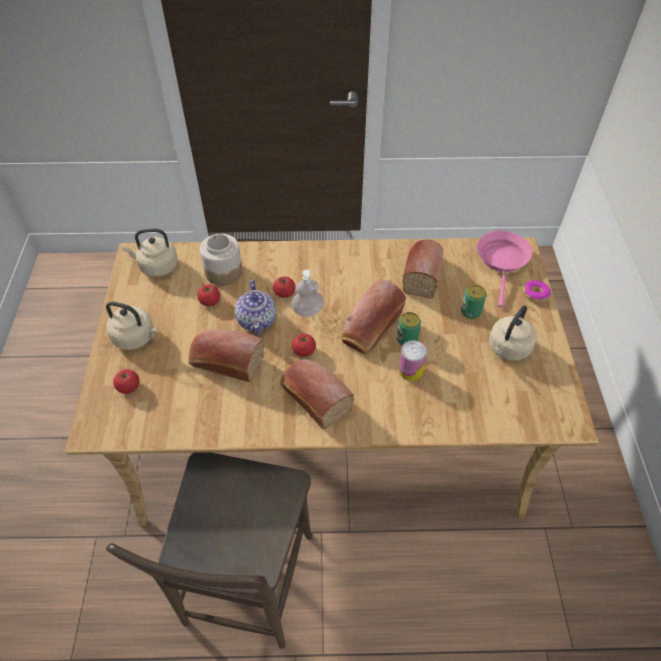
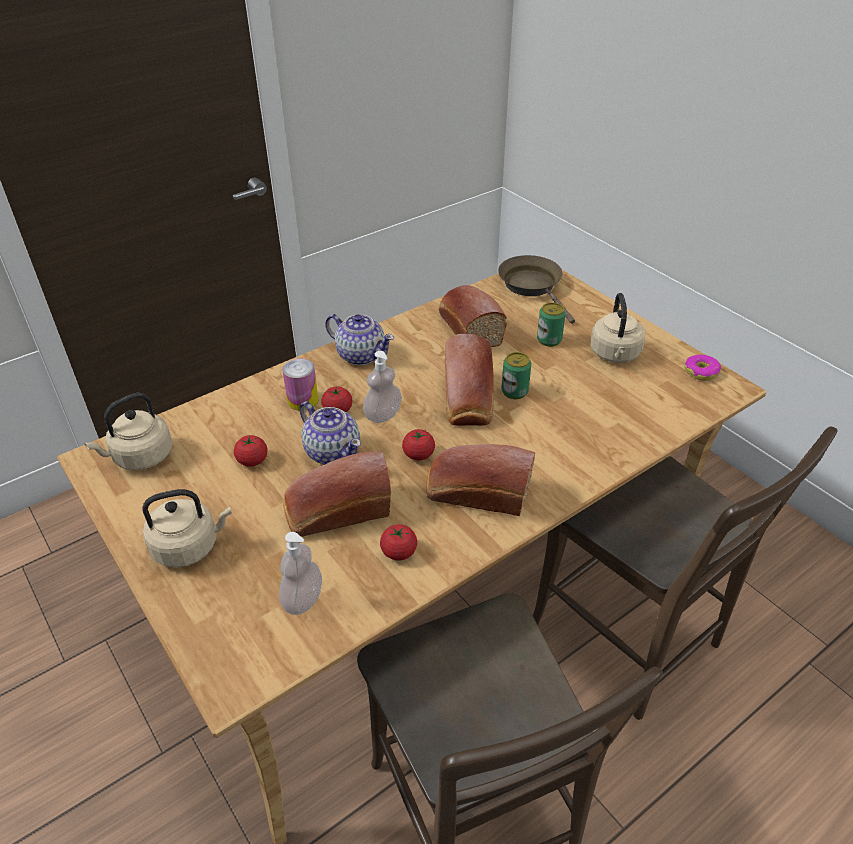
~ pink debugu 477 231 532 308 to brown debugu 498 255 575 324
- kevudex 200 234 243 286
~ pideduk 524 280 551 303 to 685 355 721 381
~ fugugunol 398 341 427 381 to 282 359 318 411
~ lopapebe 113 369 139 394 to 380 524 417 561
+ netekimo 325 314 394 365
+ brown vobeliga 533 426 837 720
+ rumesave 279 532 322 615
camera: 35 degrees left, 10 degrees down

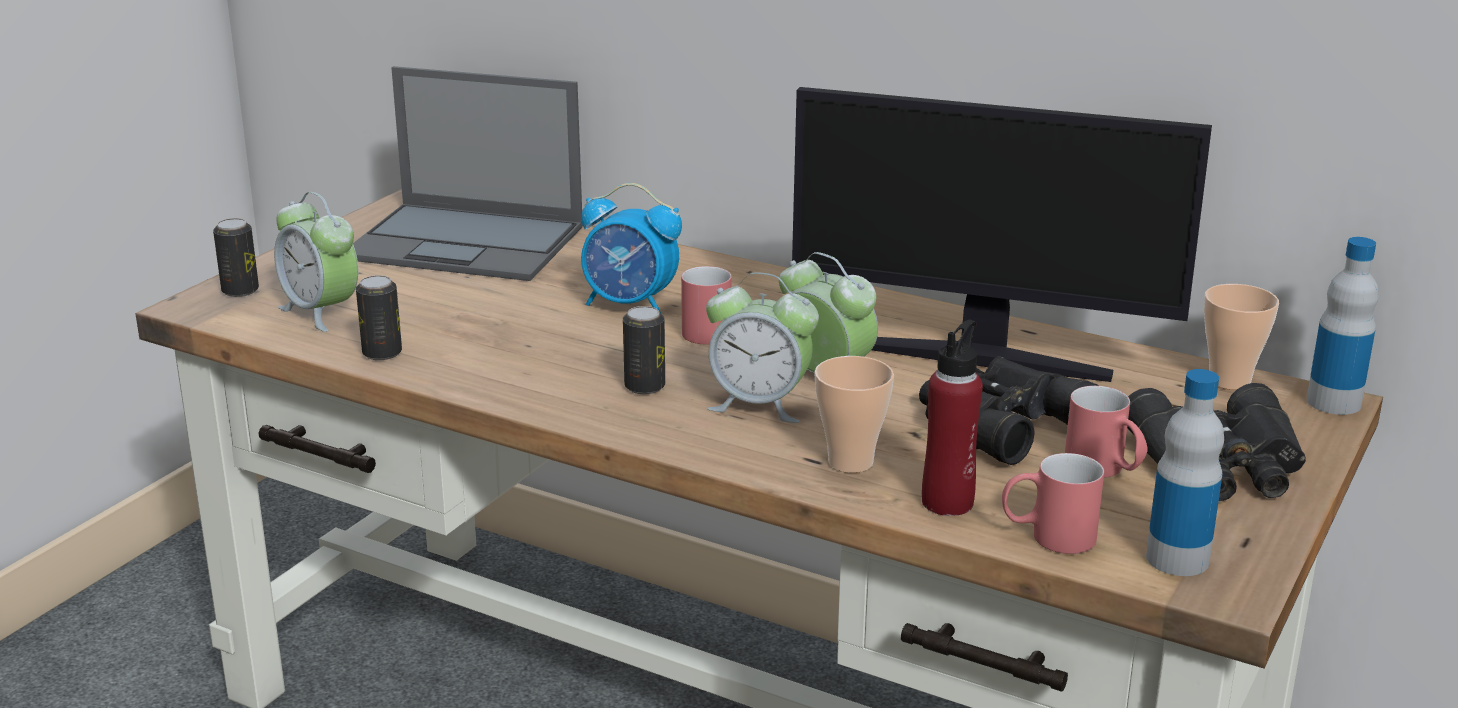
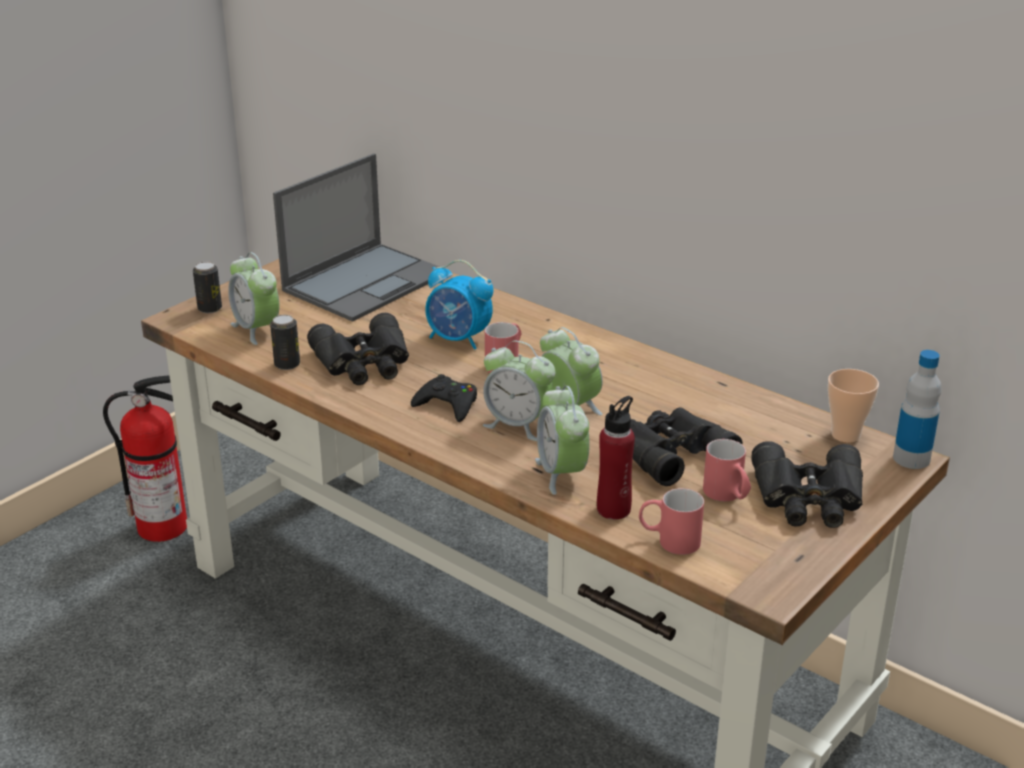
~ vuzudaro 353 66 583 281 = 273 153 439 322 75 degrees counterclockwise
- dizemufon 792 87 1212 382
~ fugugunol 623 306 665 394 to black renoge 411 374 477 422
~ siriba 814 356 894 473 to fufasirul 535 386 590 495
- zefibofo 1146 369 1224 576
+ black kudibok 307 313 409 385
+ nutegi 103 376 187 542
camera: 10 degrees right, 5 degrees up

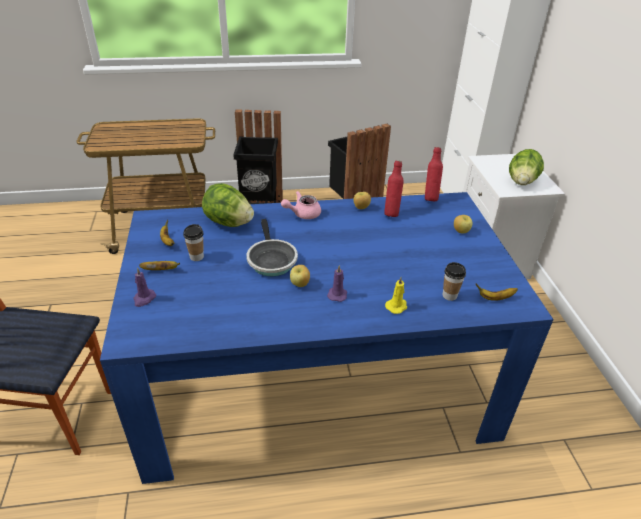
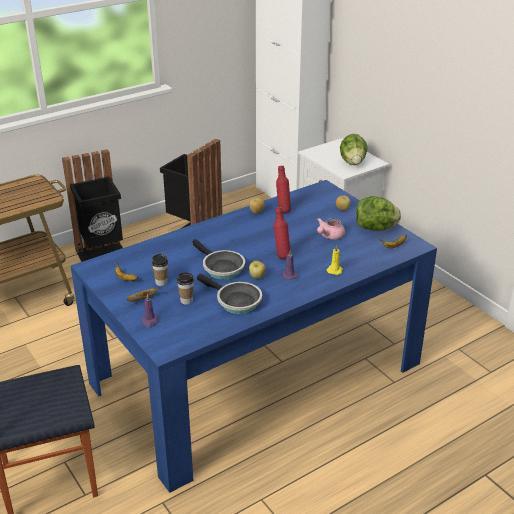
~ red zefibofo 425 147 443 201 to 274 207 290 258
~ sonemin 202 183 254 227 to 356 196 401 230
~ pink netekimo 281 191 321 219 to 317 218 345 239
~ siriba 443 262 466 301 to 177 272 194 305
+ debugu 197 273 262 314
camera: 25 degrees left, 5 degrees down

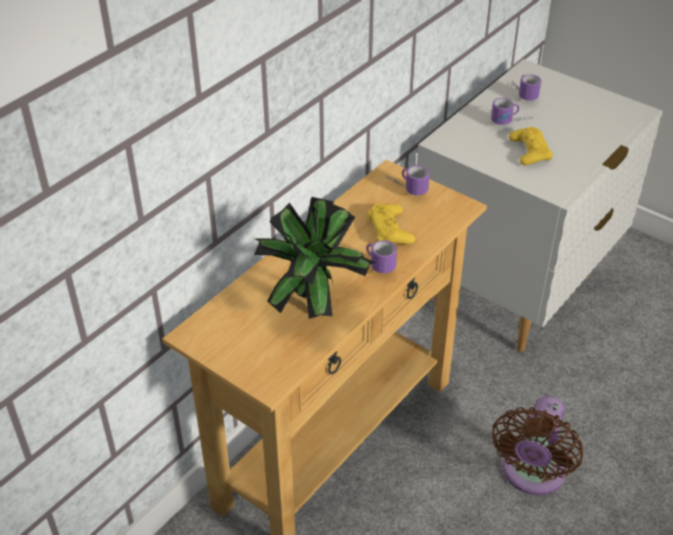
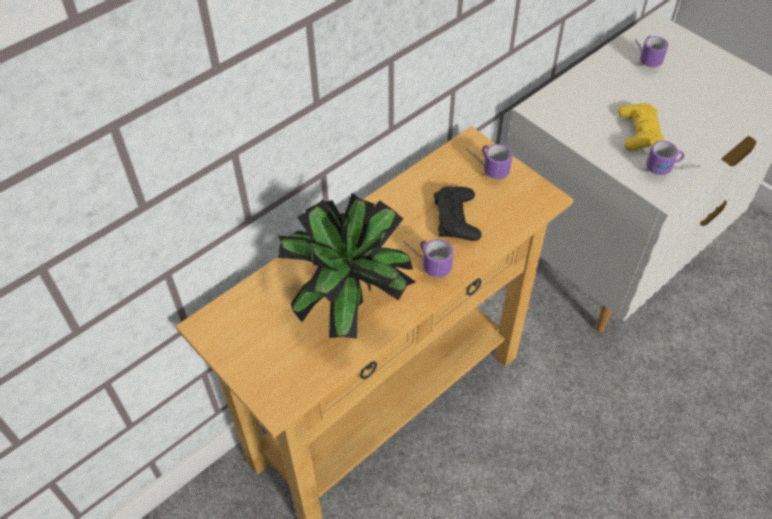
~ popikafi 491 98 534 125 to 646 141 700 175
~ yellow renoge 367 204 415 245 to black renoge 434 186 482 241
- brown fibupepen 492 396 583 495
camera: 10 degrees right, 10 degrees up

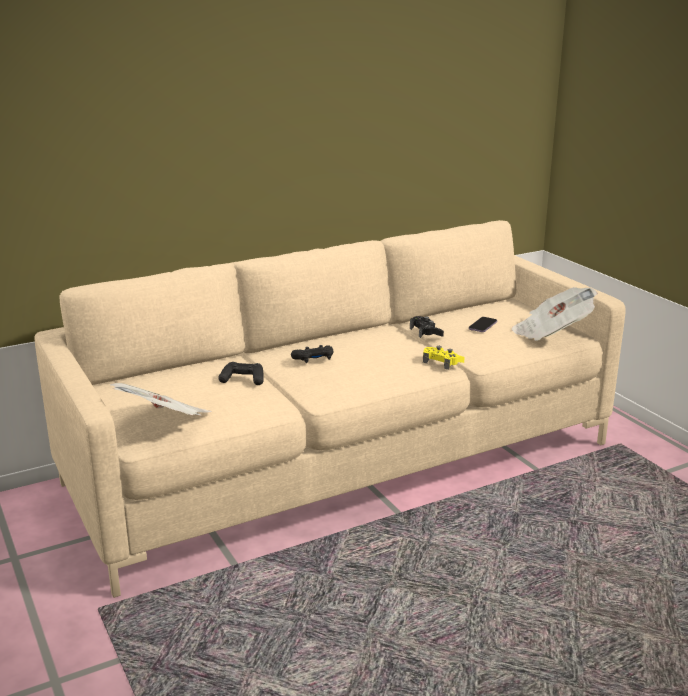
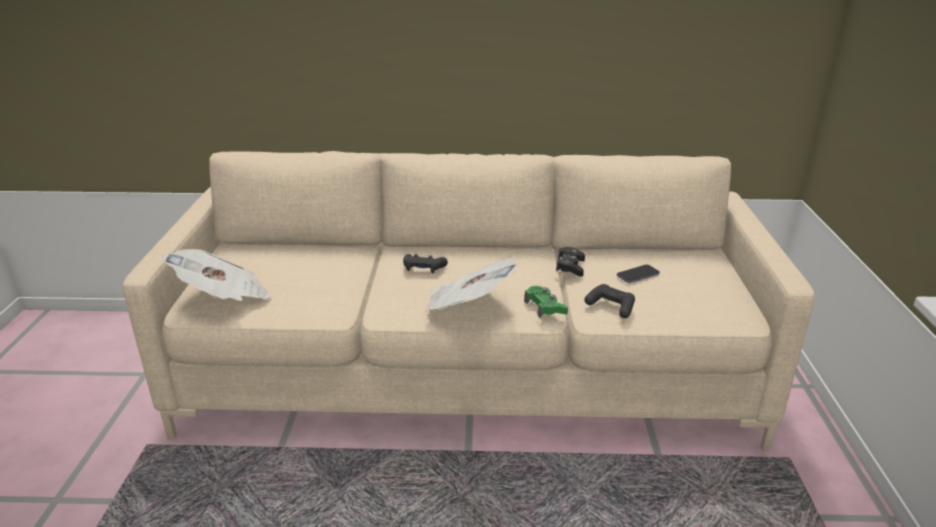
~ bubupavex 512 287 598 341 to 425 258 518 312
~ yellow renoge 423 346 464 370 to green renoge 524 286 568 318
~ black renoge 218 362 264 385 to 585 284 635 318
camera: 30 degrees right, 5 degrees up

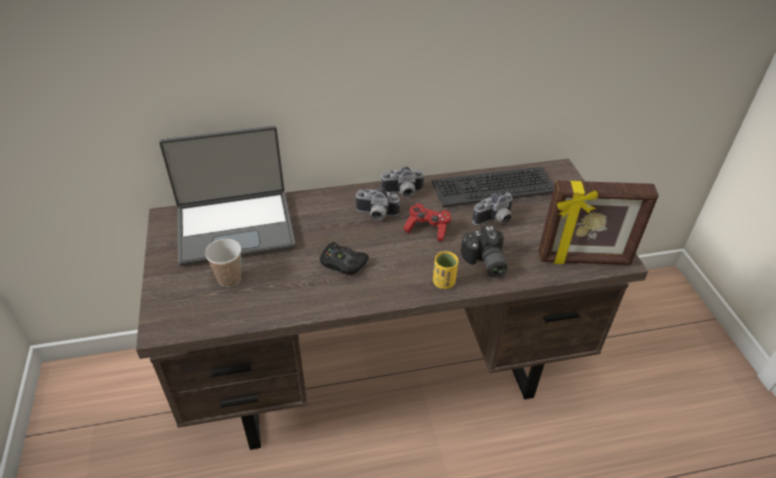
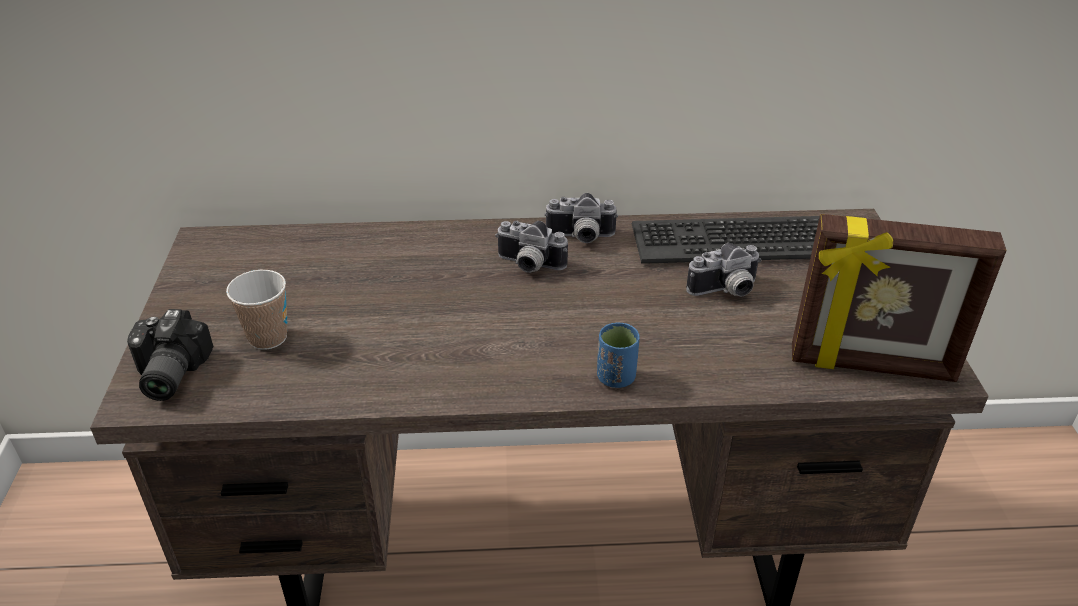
- vuzudaro 159 126 295 266
- red renoge 403 204 451 242
~ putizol 461 225 507 278 to 127 309 214 401
- black renoge 320 242 369 274
~ yellow siriba 433 251 458 289 to blue siriba 597 323 640 388
camera: 10 degrees right, 5 degrees down

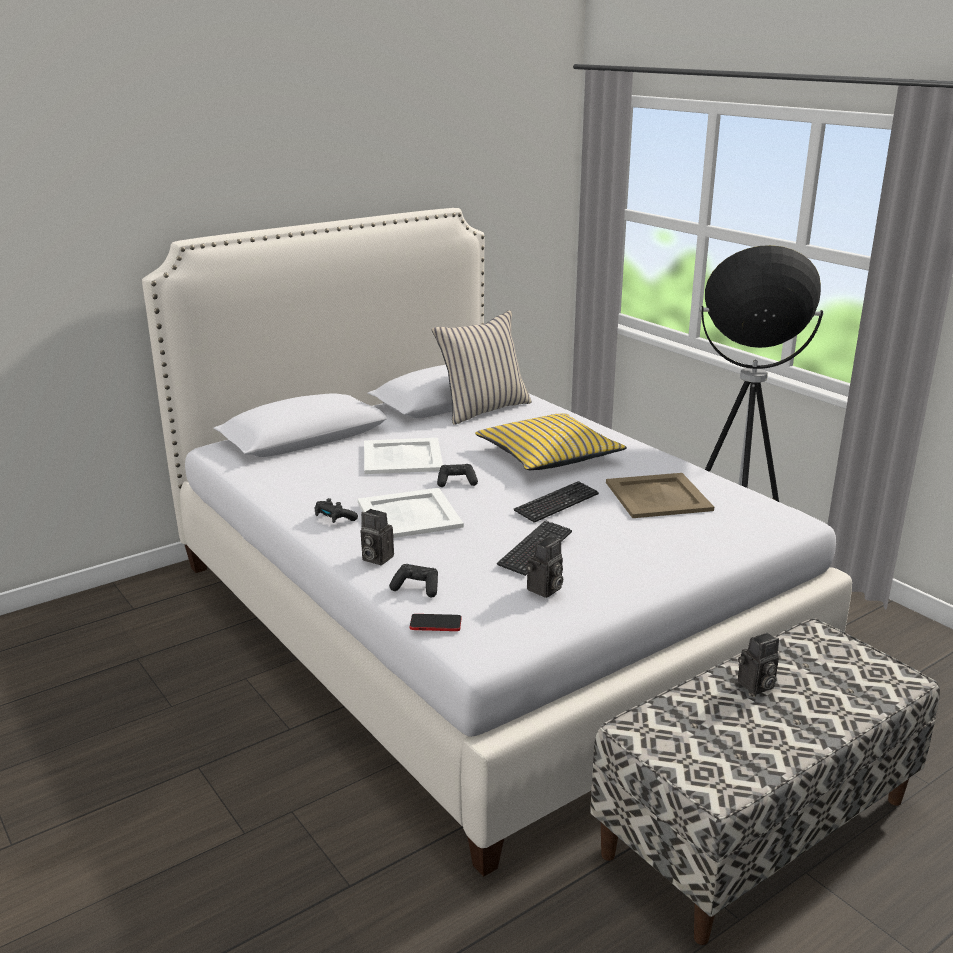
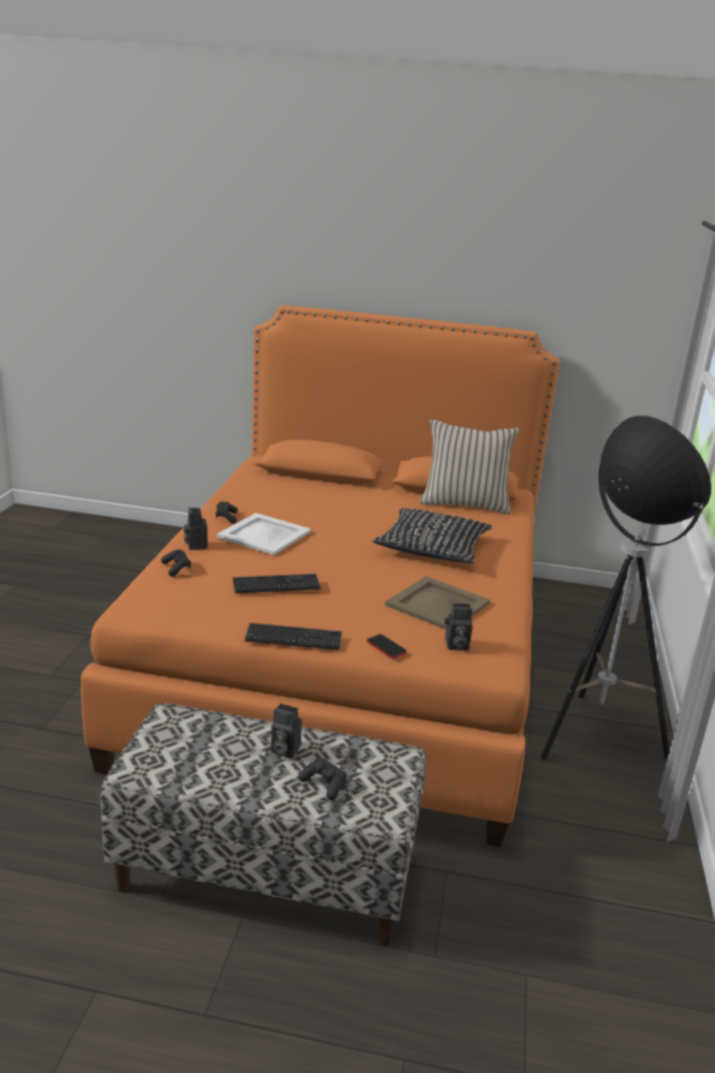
~ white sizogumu 142 208 852 877 to orange sizogumu 81 306 560 847
~ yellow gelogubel 475 413 627 470 to black gelogubel 372 508 492 563
- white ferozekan 364 438 443 474
~ black renoge 437 464 478 487 to 298 758 346 800
~ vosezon 514 481 599 523 to 245 623 342 650
~ putizol 526 536 563 598 to 444 603 473 650
~ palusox 410 614 462 631 to 367 634 407 659
camera: 45 degrees right, 0 degrees up

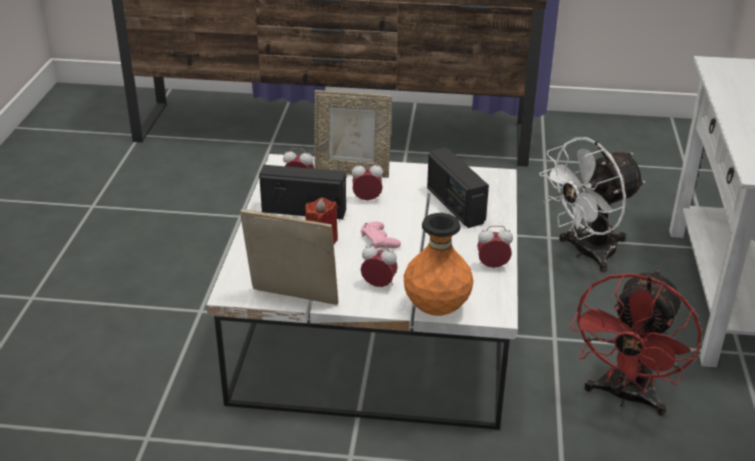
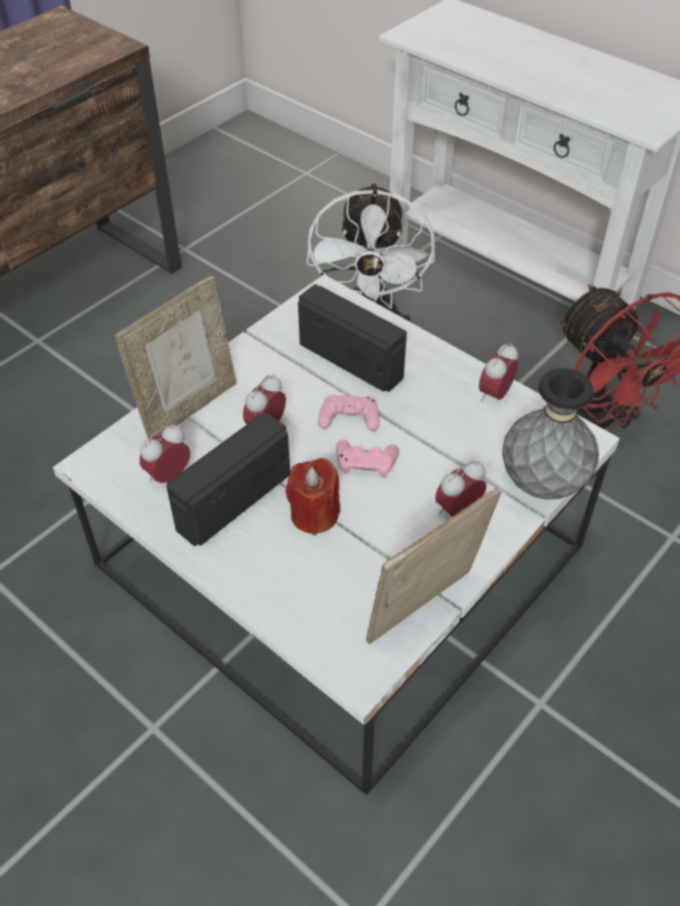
~ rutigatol 427 147 489 228 = 298 284 407 392 150 degrees counterclockwise
~ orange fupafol 403 213 474 316 to grey fupafol 502 368 599 500
+ pink renoge 318 395 379 431
camera: 55 degrees left, 15 degrees up

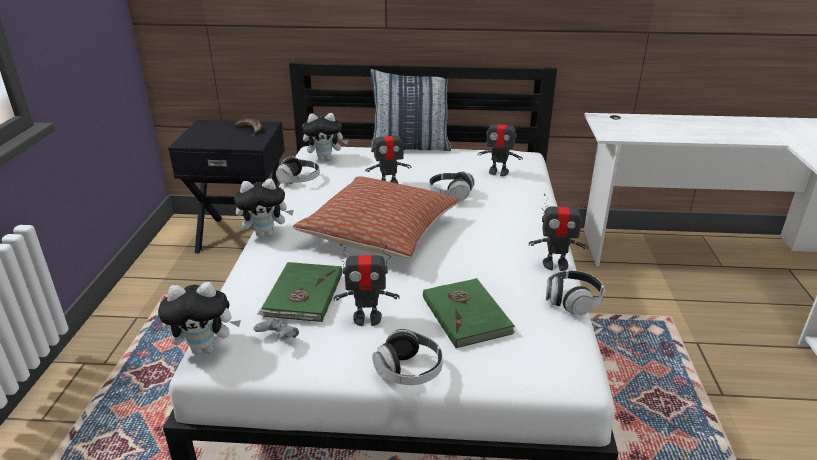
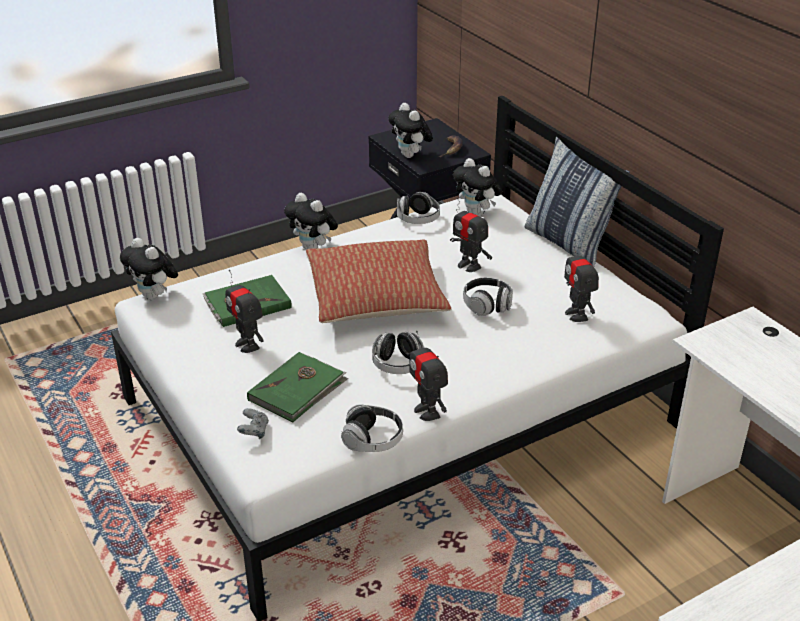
~ grey renoge 253 319 299 340 to 237 408 269 439
~ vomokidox 372 328 443 385 to 372 331 425 374
+ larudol 388 103 433 158
camera: 55 degrees right, 5 degrees up

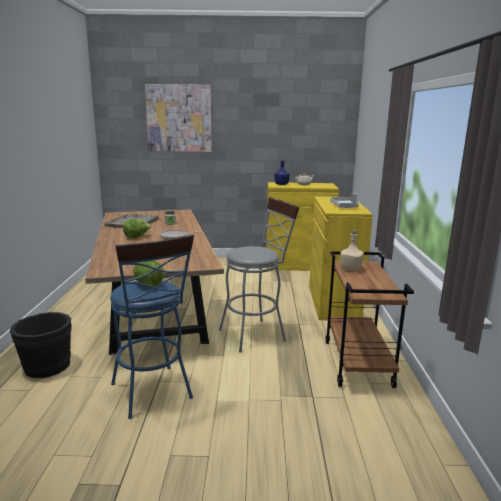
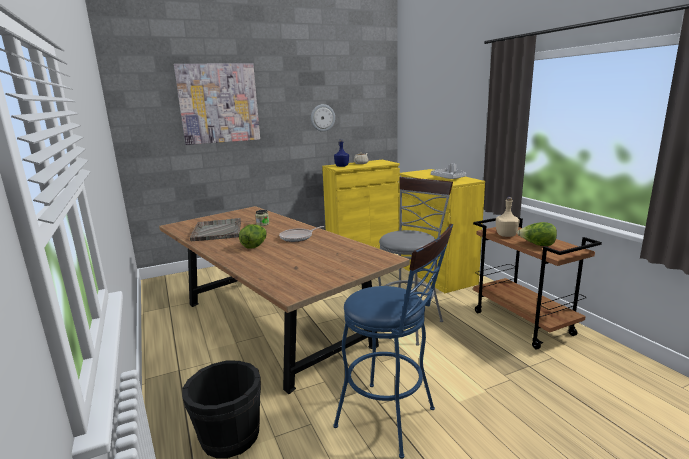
~ sonemin 133 260 164 287 to 517 222 557 246
+ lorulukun 311 104 335 132
camera: 25 degrees left, 0 degrees up

